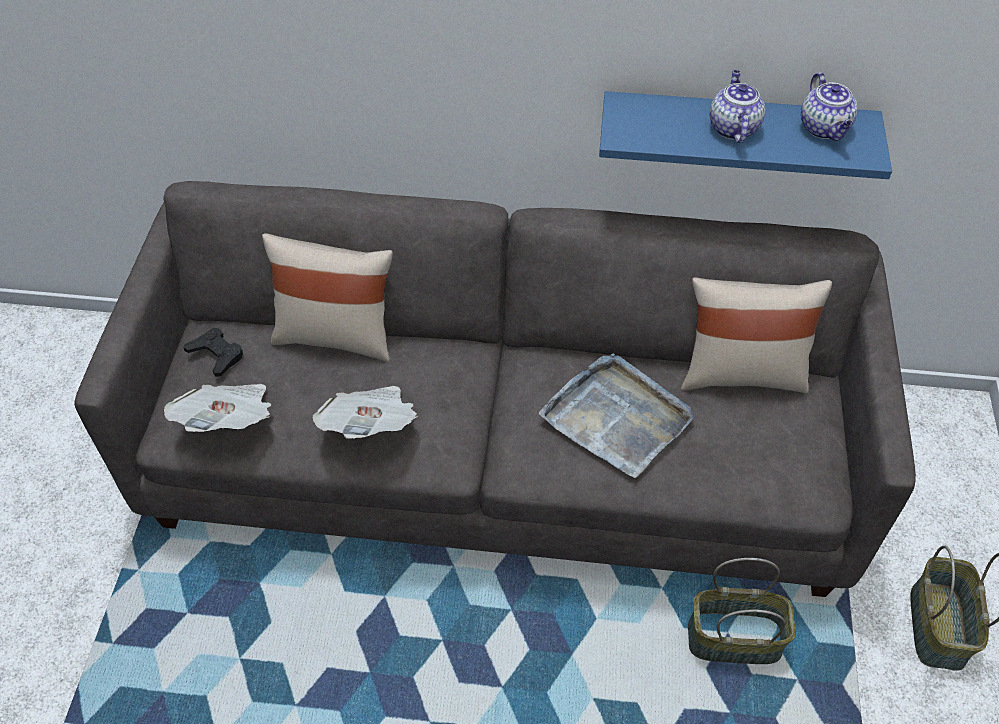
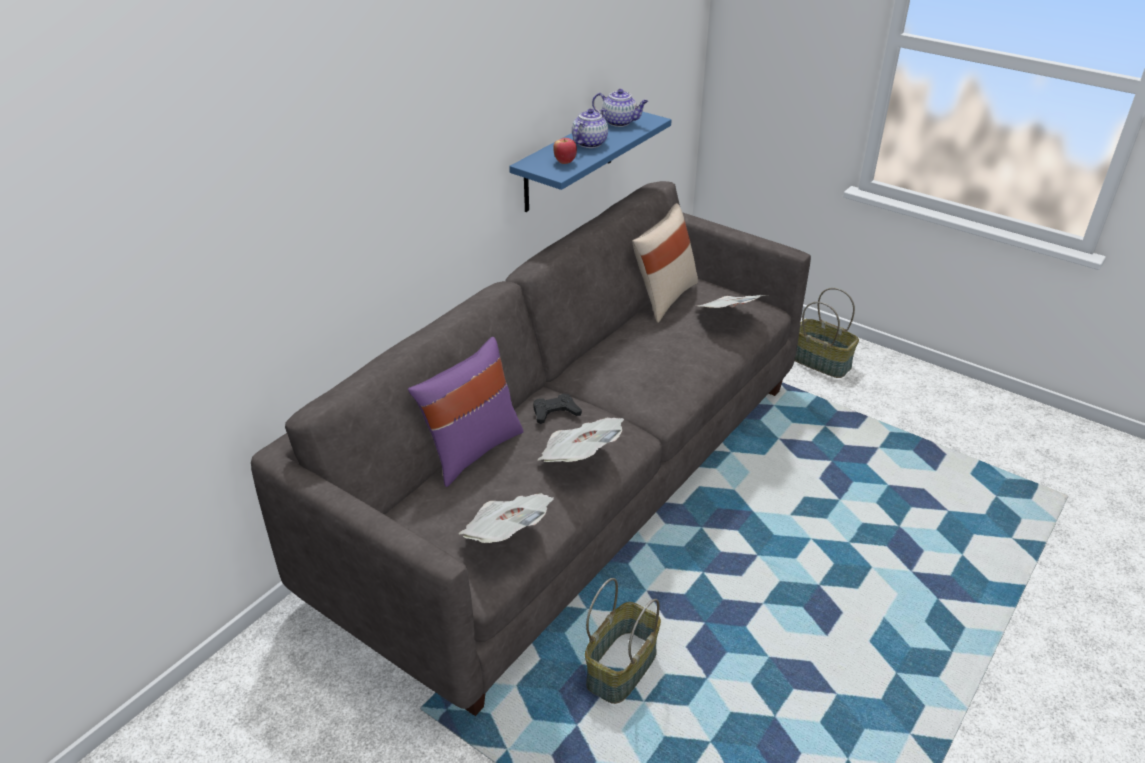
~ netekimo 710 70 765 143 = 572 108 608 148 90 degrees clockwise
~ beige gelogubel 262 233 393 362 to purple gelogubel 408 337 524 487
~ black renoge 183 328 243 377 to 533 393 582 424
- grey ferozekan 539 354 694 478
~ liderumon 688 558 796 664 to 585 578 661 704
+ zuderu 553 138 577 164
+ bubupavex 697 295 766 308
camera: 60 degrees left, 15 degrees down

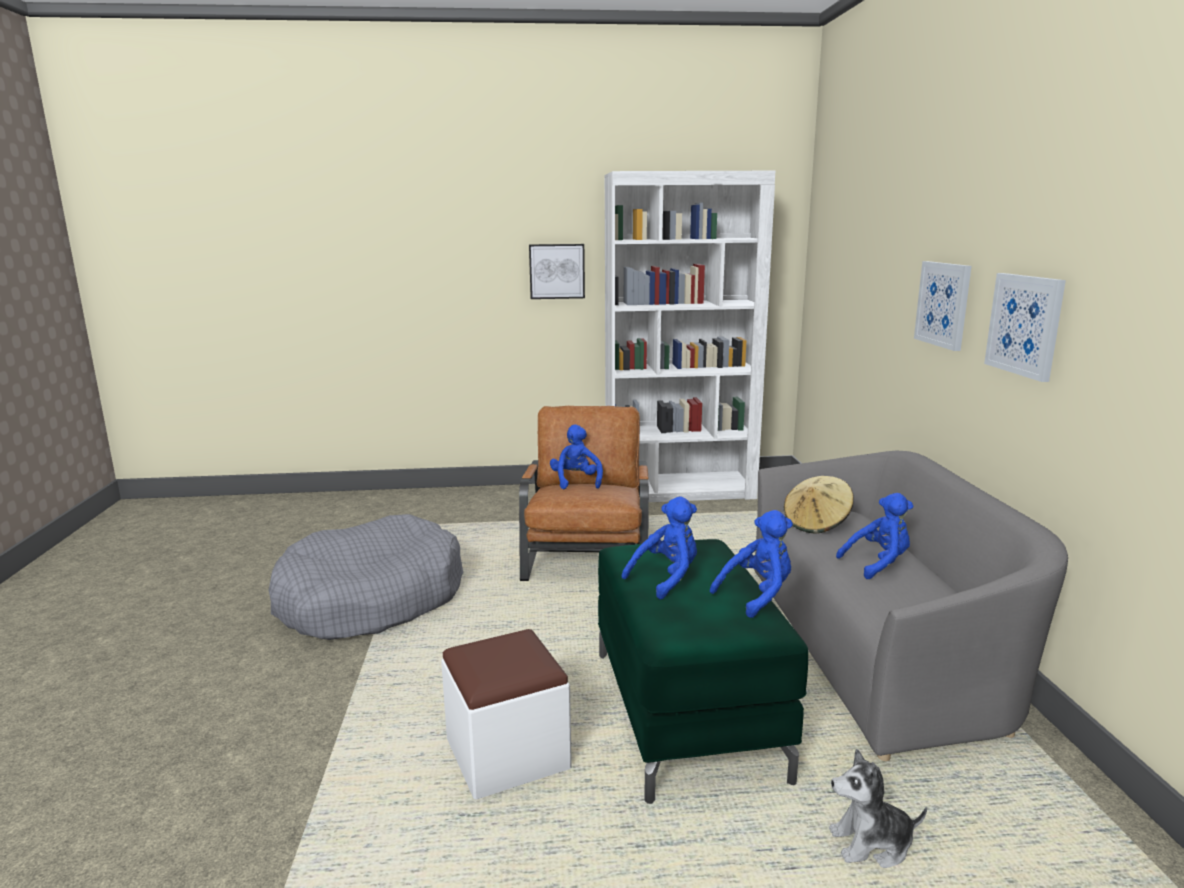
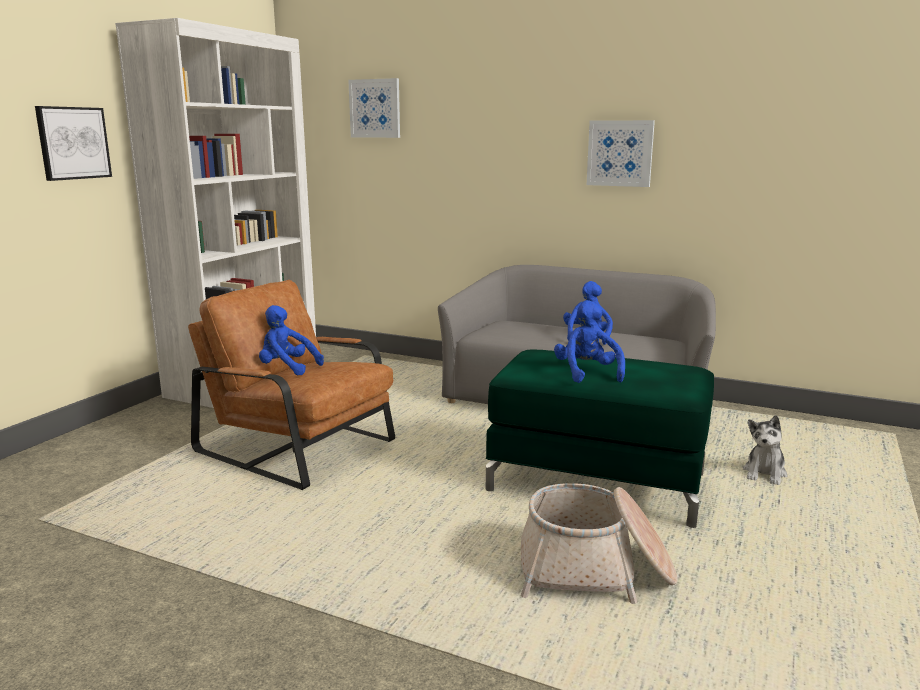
~ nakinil 914 261 971 351 to 348 78 400 138
- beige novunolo 784 476 854 533
- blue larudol 710 510 793 618
- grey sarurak 269 514 463 640
~ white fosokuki 441 629 572 800 to liderumon 520 483 678 604
camera: 60 degrees left, 0 degrees up

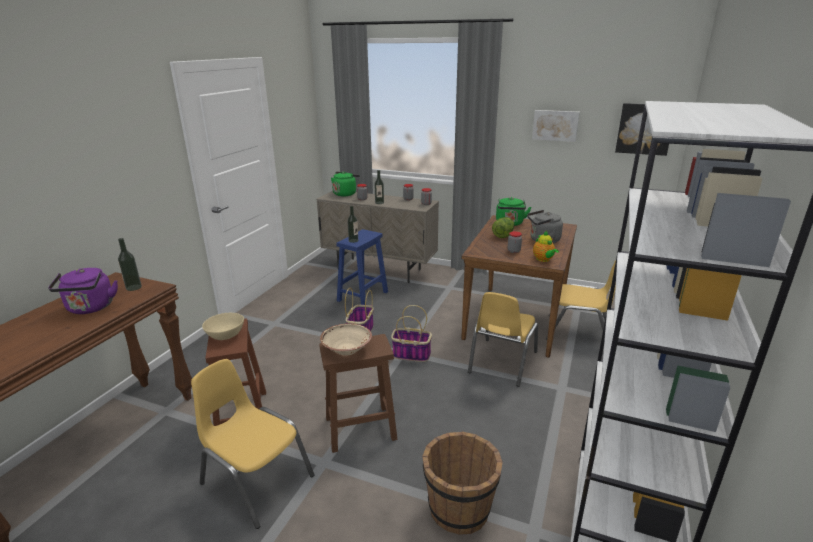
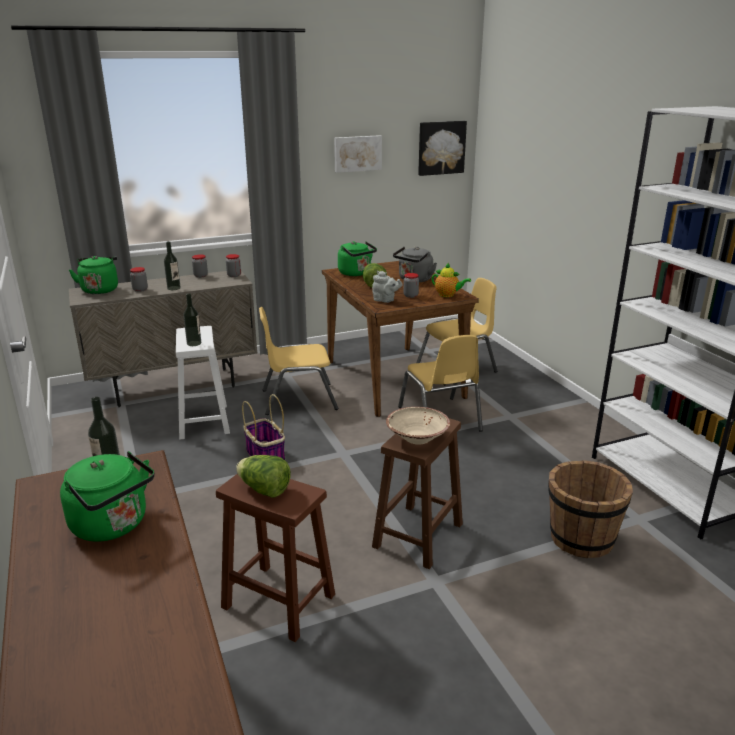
~ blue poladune 336 229 388 305 to white poladune 176 326 230 440
~ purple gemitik 48 268 118 314 to green gemitik 60 451 155 541
- liderumon 391 305 432 362
~ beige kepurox 202 313 244 340 to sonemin 236 455 291 498
~ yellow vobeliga 191 359 315 529 to 259 307 338 415
+ grey netekimo 372 271 403 303
camera: 45 degrees left, 0 degrees up

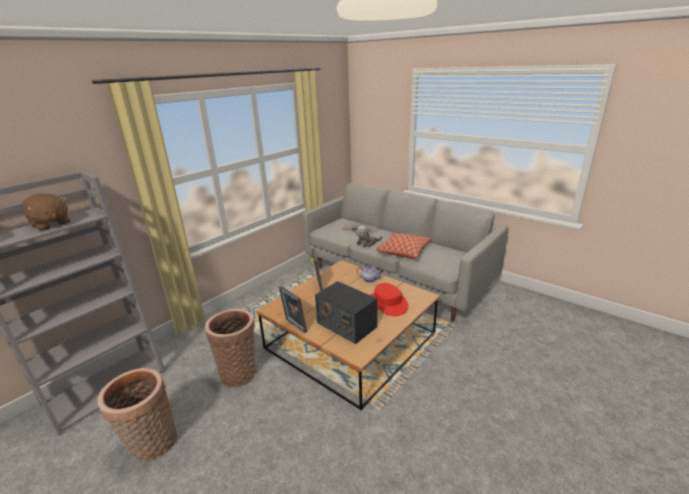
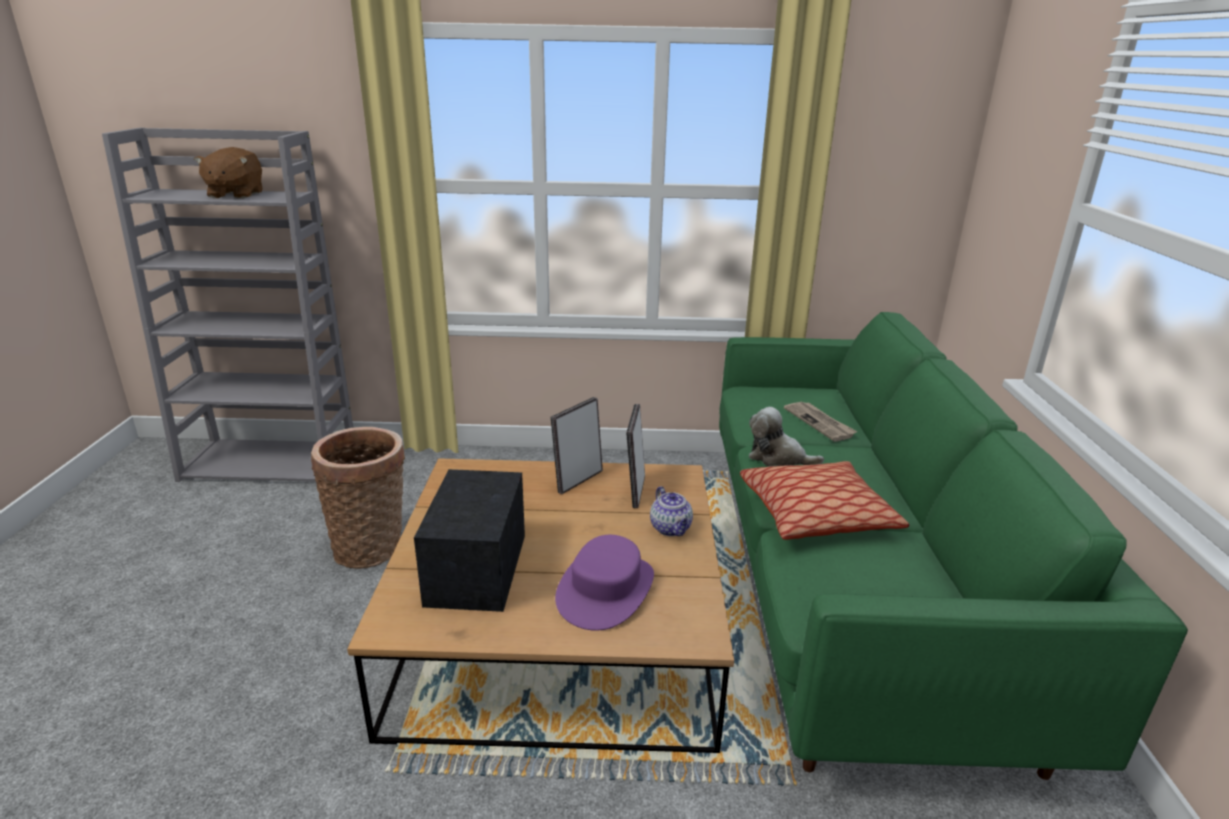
~ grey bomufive 302 183 509 321 to green bomufive 719 312 1188 780
~ red novunolo 370 283 408 316 to purple novunolo 555 535 654 631
~ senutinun 279 286 307 333 to 626 404 645 508
- liderumon 97 368 177 462
camera: 50 degrees right, 0 degrees up

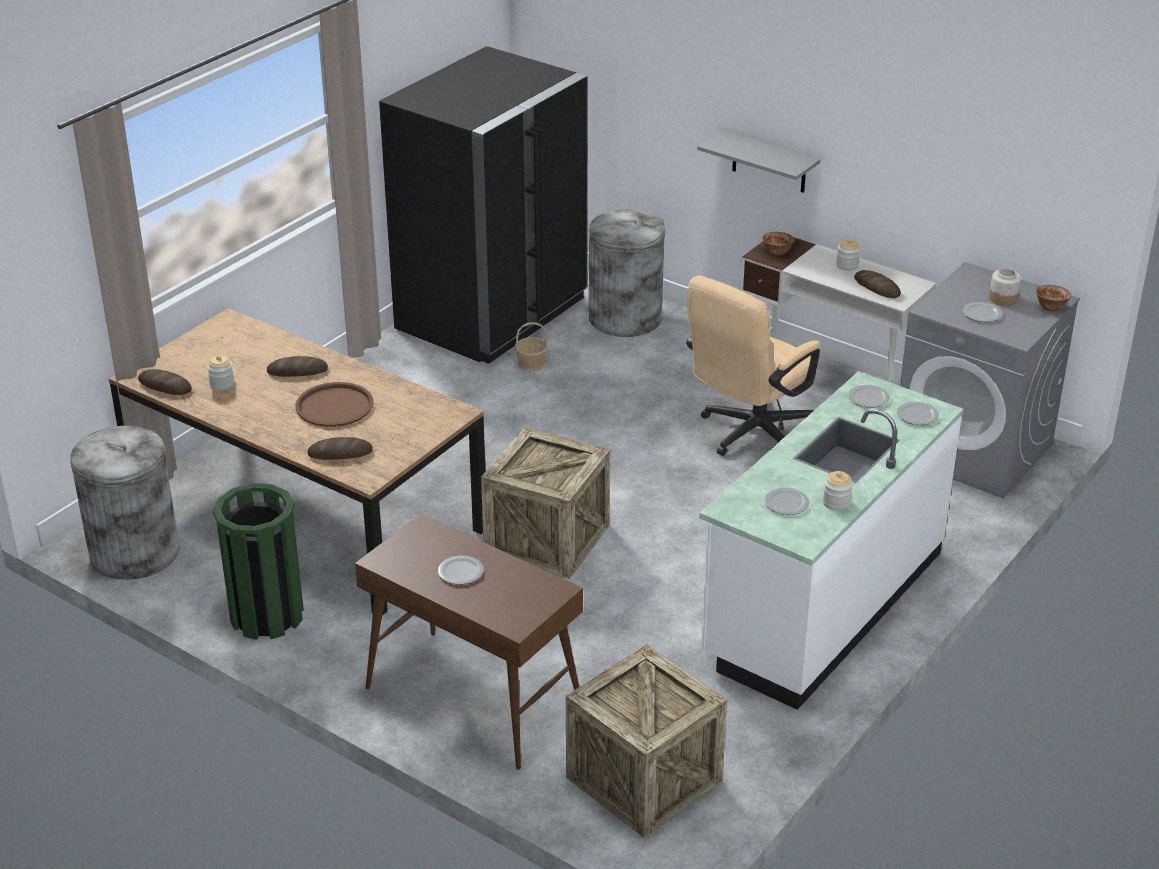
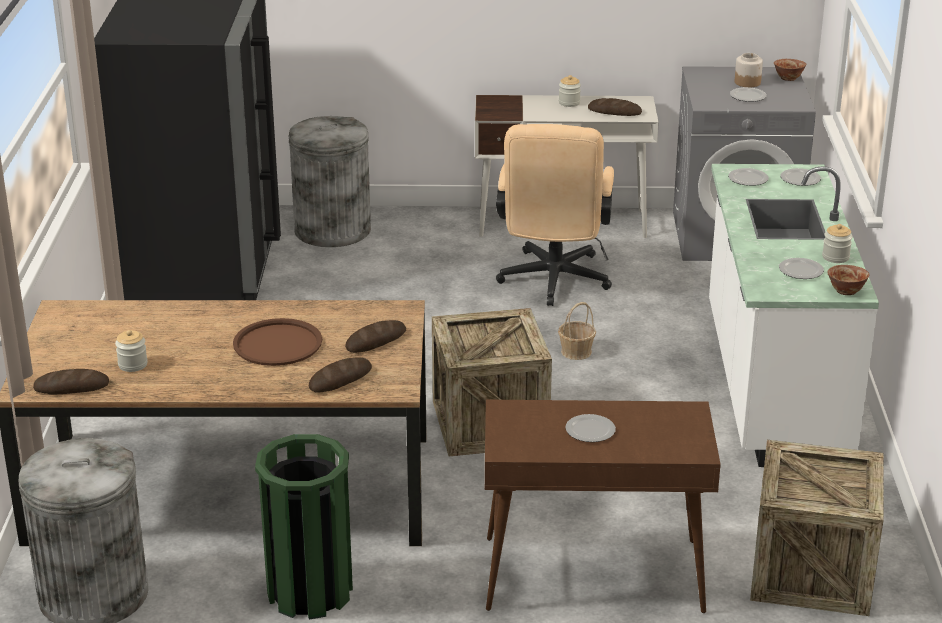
- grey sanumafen 697 130 820 193
~ kepurox 762 232 795 256 to 827 265 869 295
~ liderumon 515 322 548 372 to 558 302 596 360
~ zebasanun 267 356 328 377 to 345 320 406 353
camera: 35 degrees left, 5 degrees down

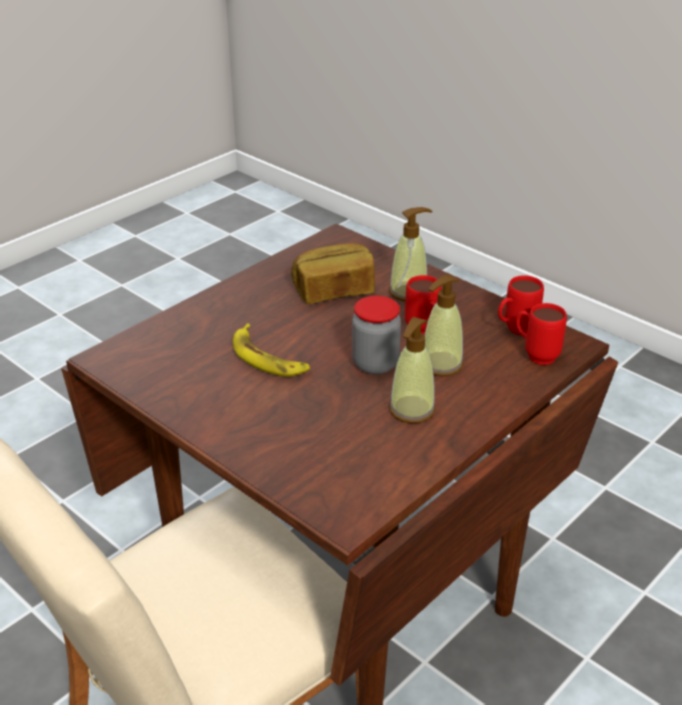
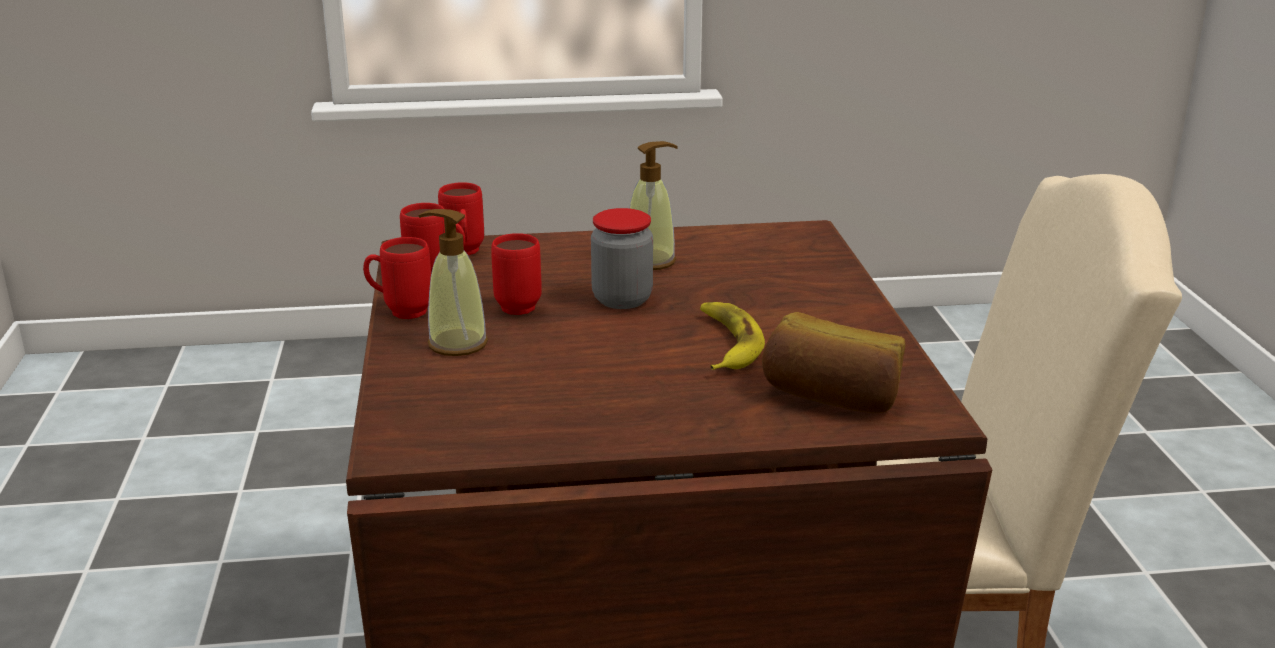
~ zebasanun 291 243 375 304 to 762 312 906 413
- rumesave 425 275 464 376
+ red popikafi 363 237 431 319
camera: 140 degrees left, 10 degrees down

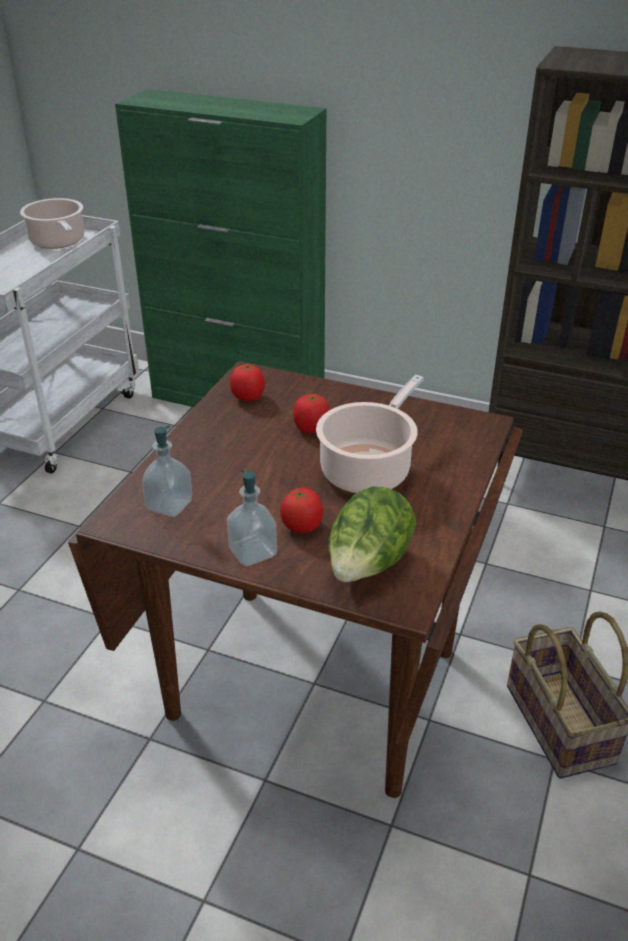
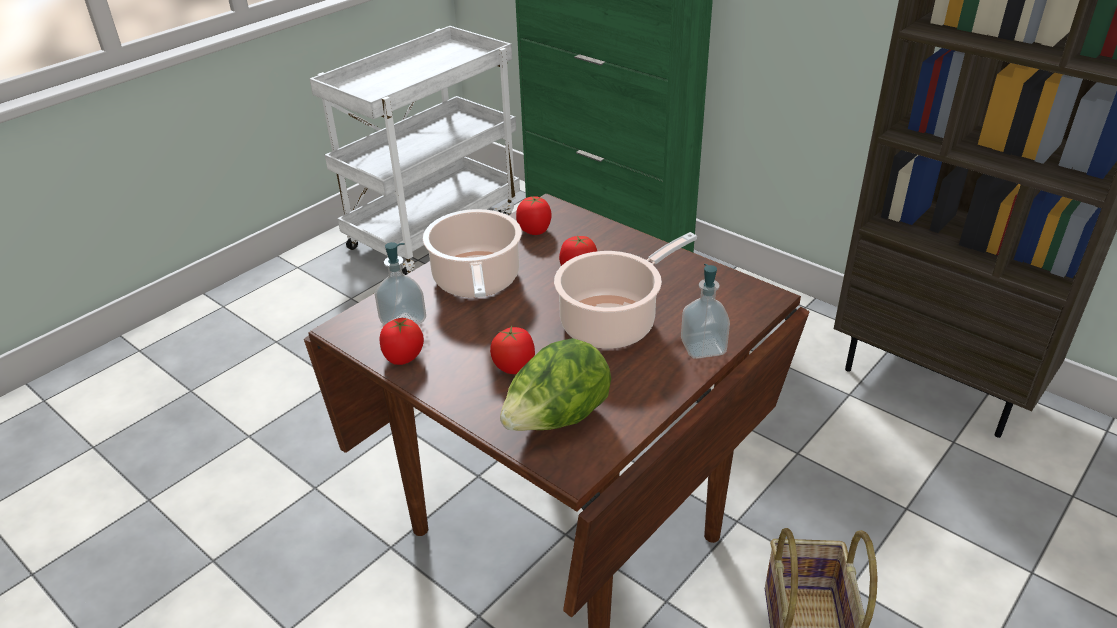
~ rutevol 20 198 84 249 to 423 209 522 298
~ rumesave 227 470 277 566 to 681 264 730 359
+ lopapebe 380 318 424 365
camera: 20 degrees right, 0 degrees up

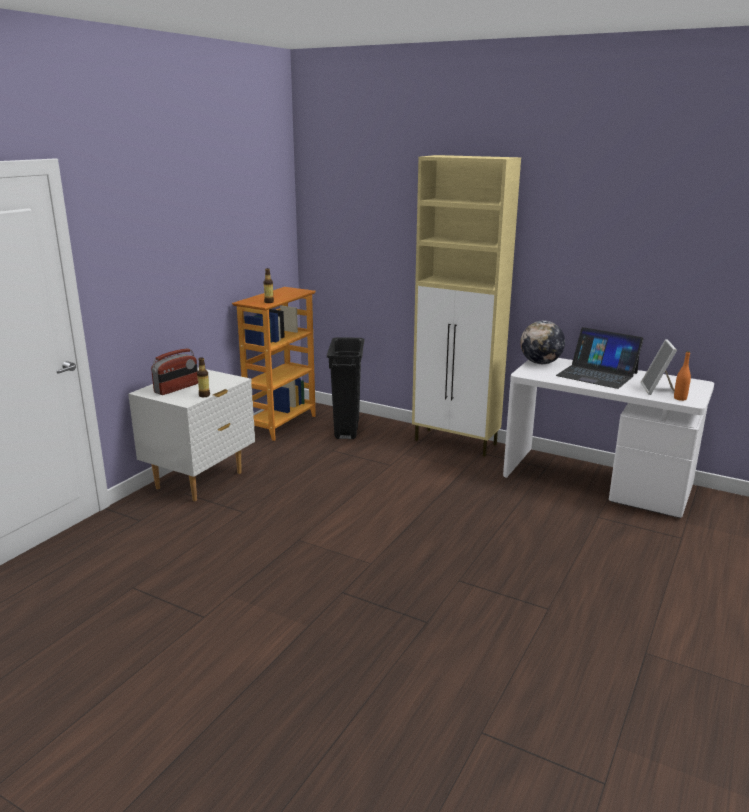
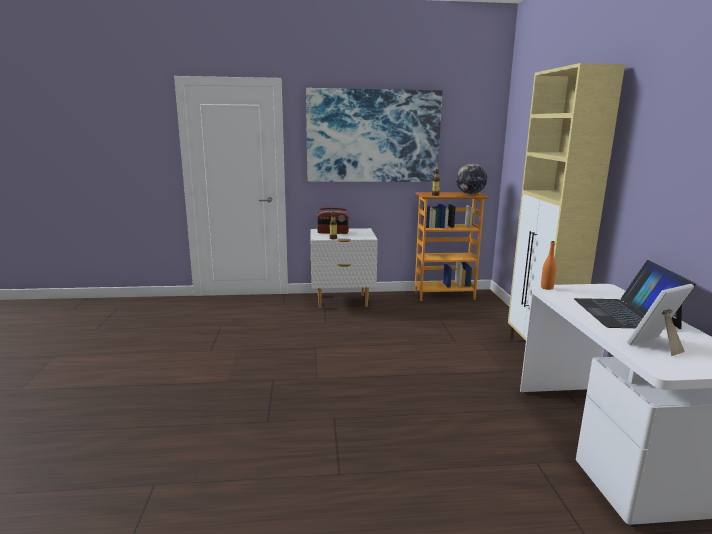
~ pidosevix 520 321 565 364 to 456 163 487 194
- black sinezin 327 337 364 439
~ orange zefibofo 674 351 691 401 to 541 241 556 290
+ nakinil 306 88 442 182
camera: 55 degrees right, 5 degrees down

